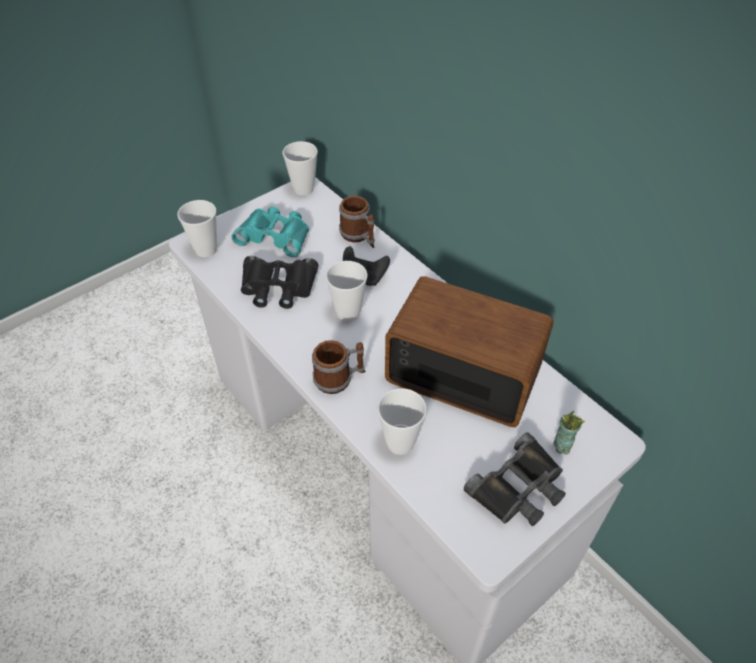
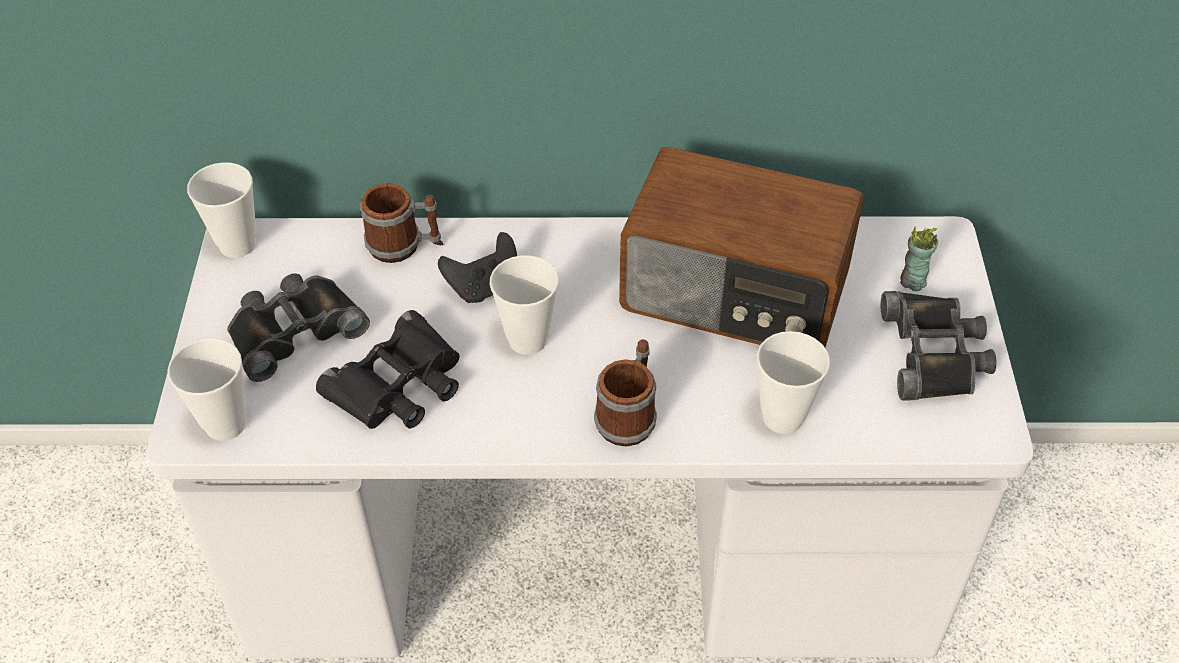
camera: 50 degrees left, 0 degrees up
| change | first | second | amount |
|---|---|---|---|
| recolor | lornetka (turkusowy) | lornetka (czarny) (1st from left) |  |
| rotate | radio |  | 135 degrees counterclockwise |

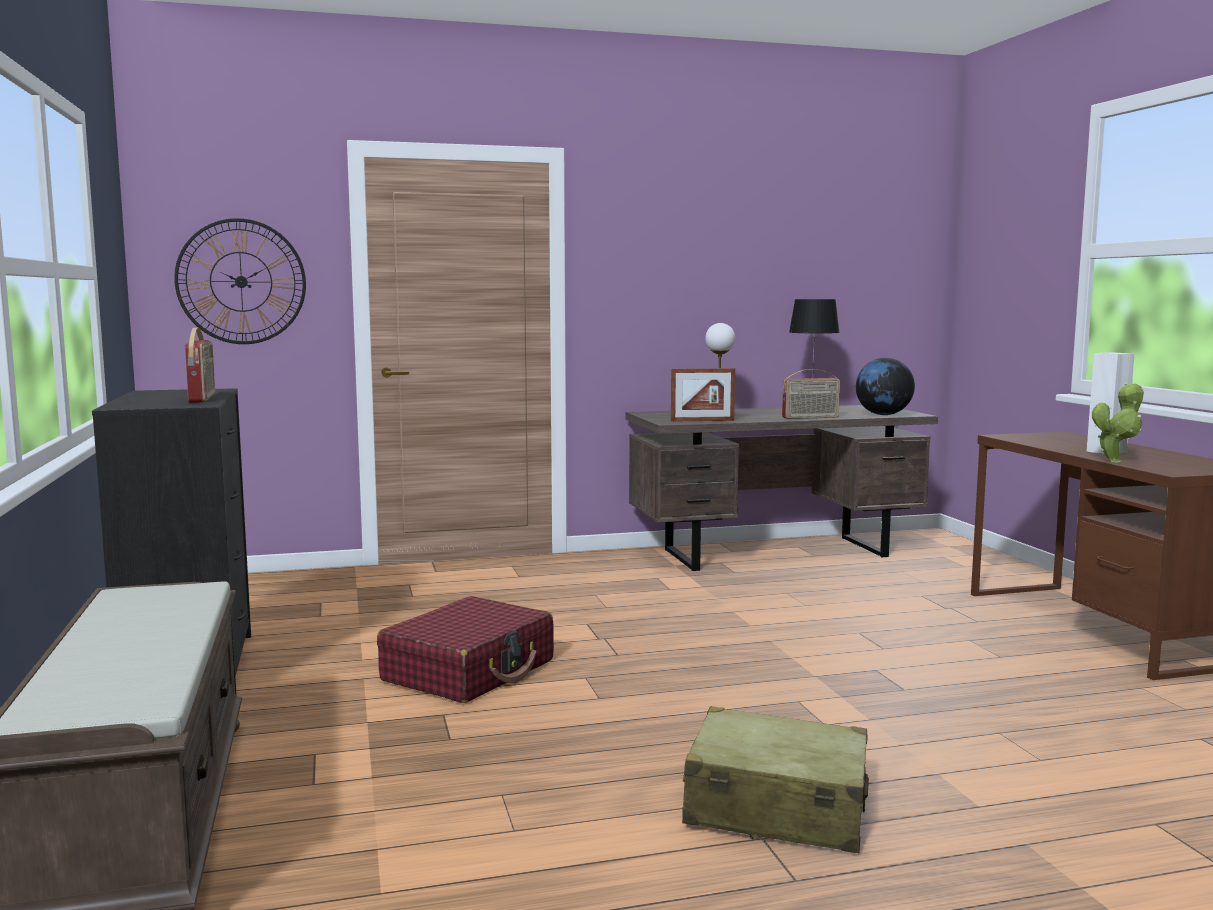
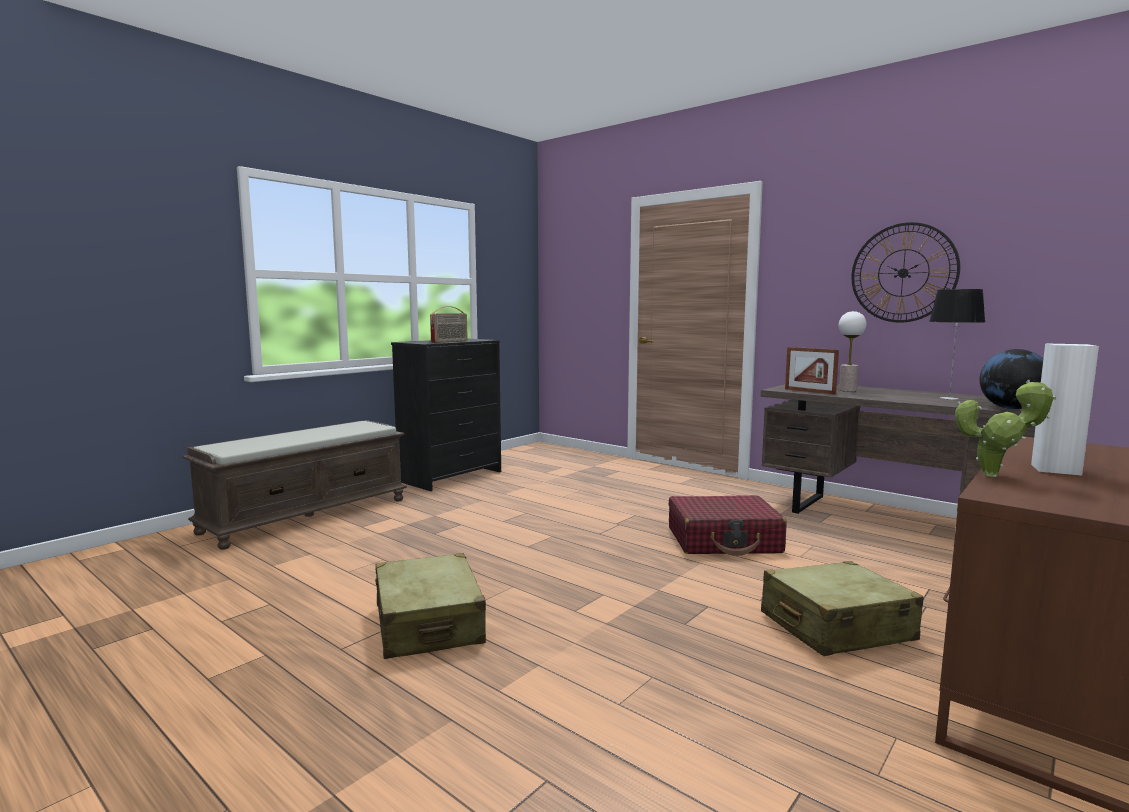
camera: 55 degrees right, 0 degrees up
| change | first | second | amount |
|---|---|---|---|
| move | walizka (czerwony) |  |  |
| insert |  | walizka (beżowy) (2nd from left) |  |
| move | zegar ścienny |  |  |
| delete | radio (2nd from left) |  |  |

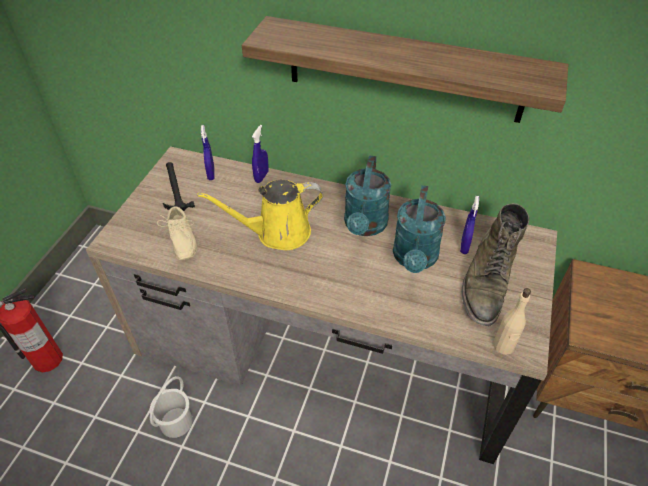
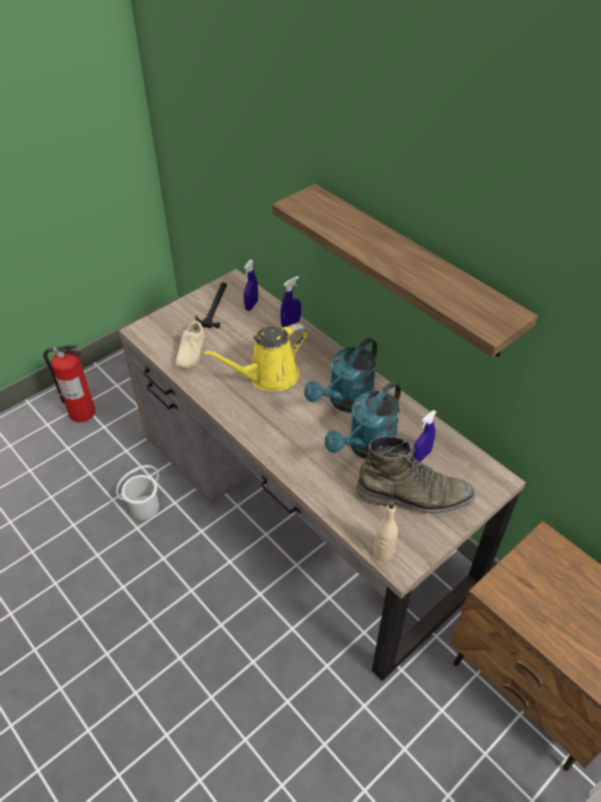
camera: 30 degrees right, 0 degrees up
| change | first | second | amount |
|---|---|---|---|
| rotate | konewka (żółty) |  | 45 degrees counterclockwise |
| rotate | but z cholewką (zielony) |  | 135 degrees counterclockwise |

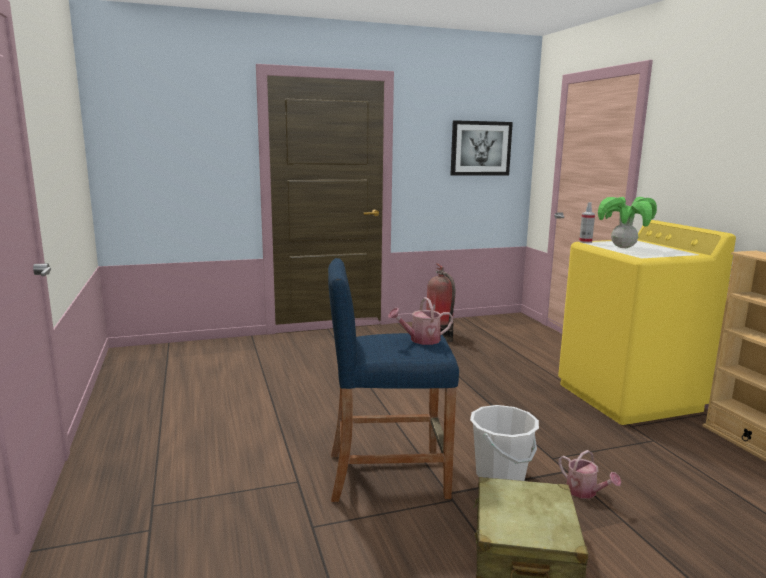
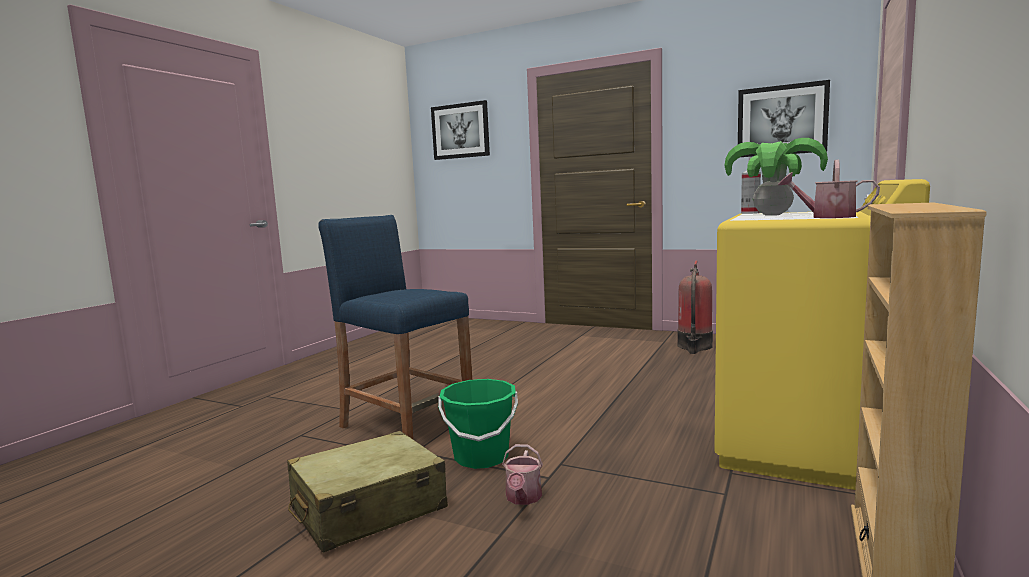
camera: 45 degrees right, 5 degrees down
| change | first | second | amount |
|---|---|---|---|
| insert |  | obraz (1st from left) |  |
| recolor | wiadro (biały) | wiadro (zielony) |  |
| move | konewka (1st from left in the first image) | konewka (2nd from left) |  |

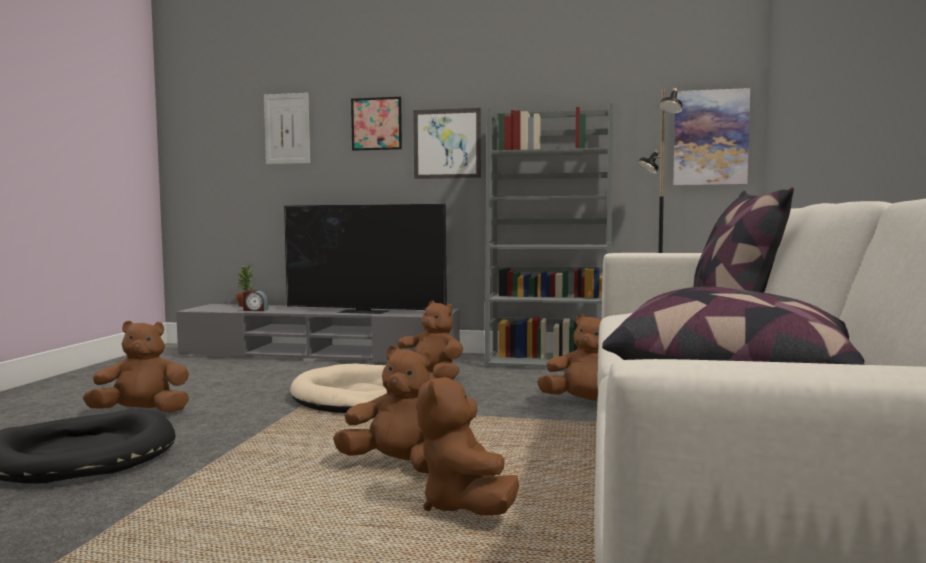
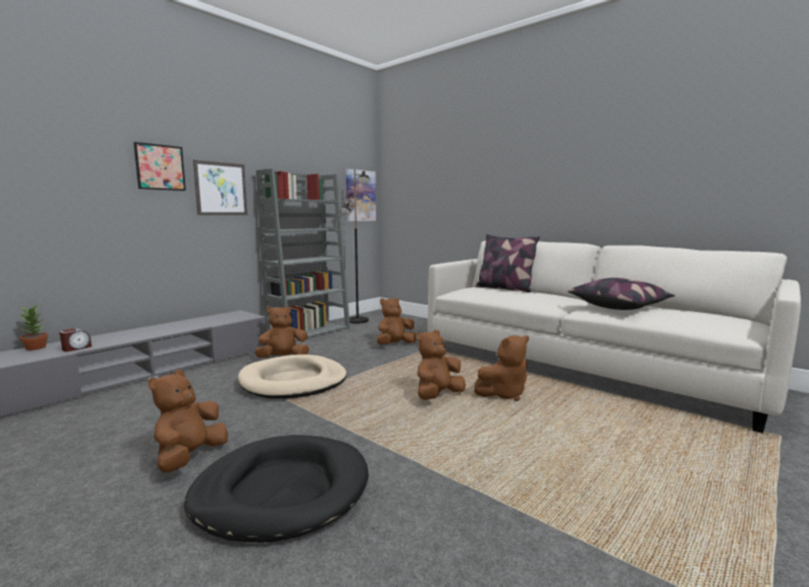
camera: 60 degrees left, 5 degrees up
| change | first | second | amount |
|---|---|---|---|
| rotate | pluszak (brązowy) (4th from left in the first image) | pluszak (brązowy) (5th from left) | 45 degrees counterclockwise |
| delete | obraz (1st from left) |  |  |
| delete | telewizor |  |  |

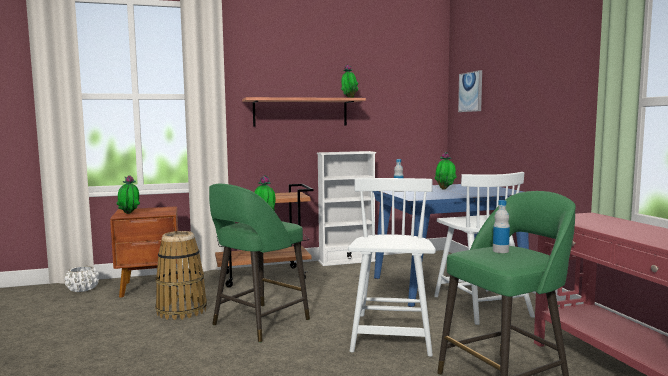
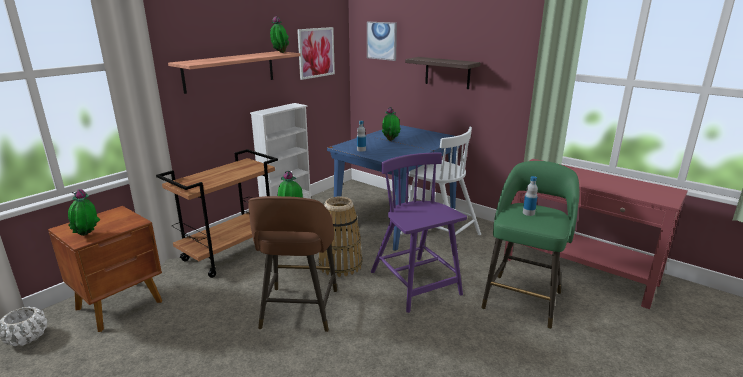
camera: 35 degrees left, 15 degrees up
| change | first | second | amount |
|---|---|---|---|
| recolor | stołek (zielony) (1st from left) | stołek (brązowy) |  |
| insert |  | obraz (1st from left) |  |
| move | koszyk |  |  |
| recolor | krzesło (biały) (1st from left) | krzesło (fioletowy) |  |
| insert |  | półka (2nd from left) |  |

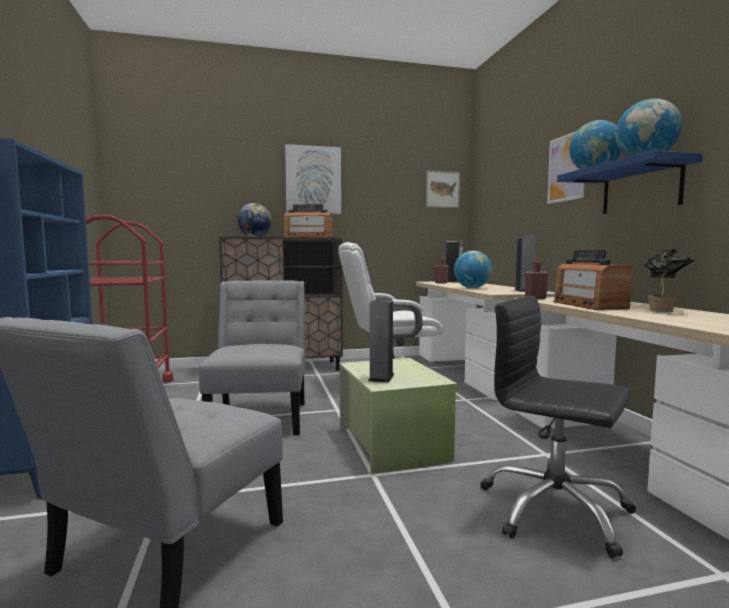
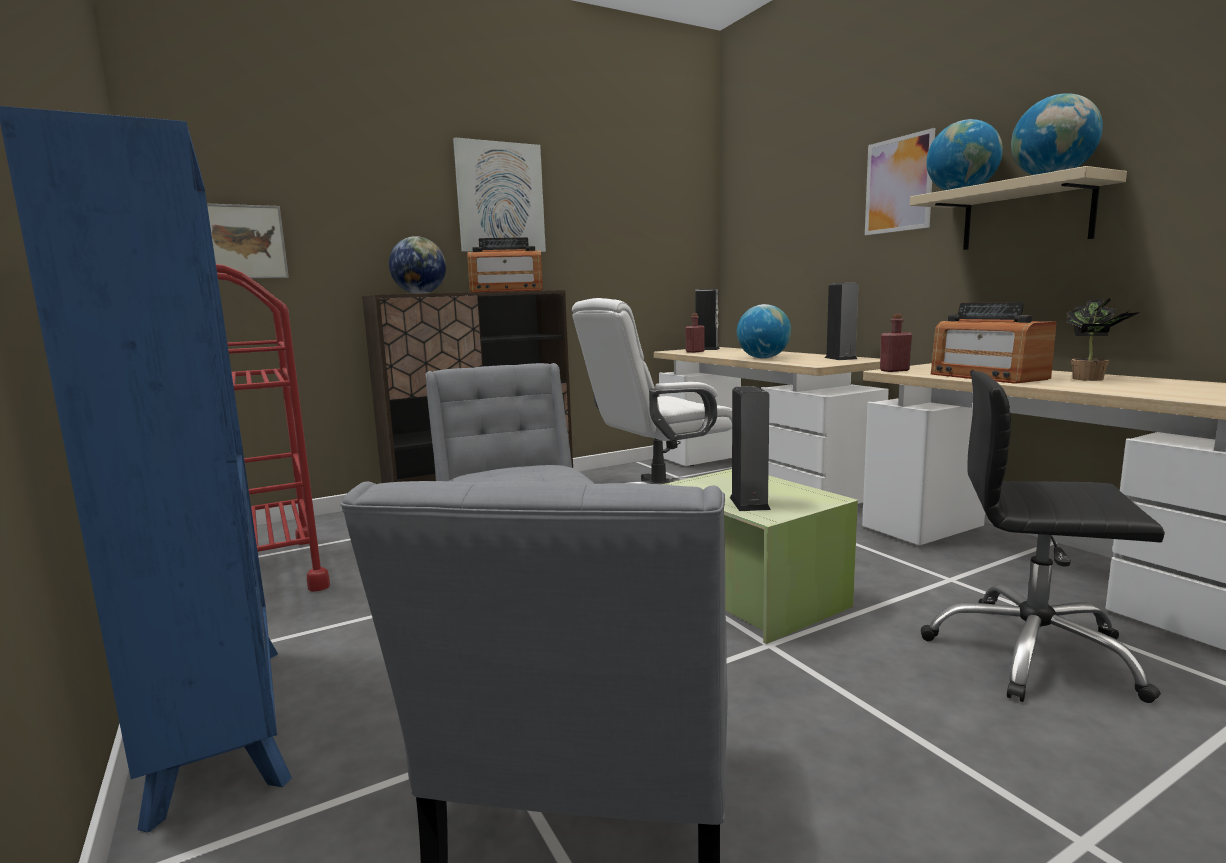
camera: 15 degrees left, 5 degrees up
| change | first | second | amount |
|---|---|---|---|
| move | obraz (2nd from left in the first image) | obraz (1st from left) |  |
| recolor | półka (niebieski) | półka (beżowy) |  |

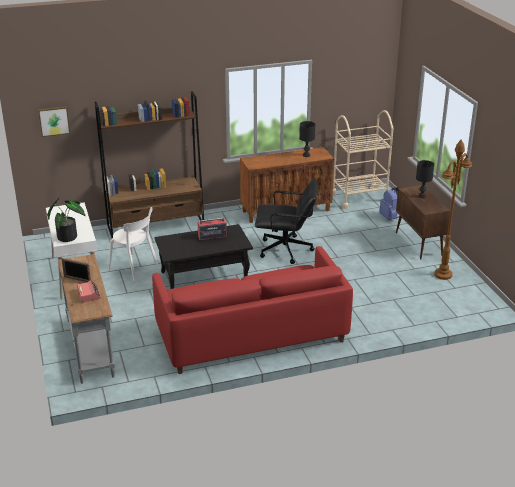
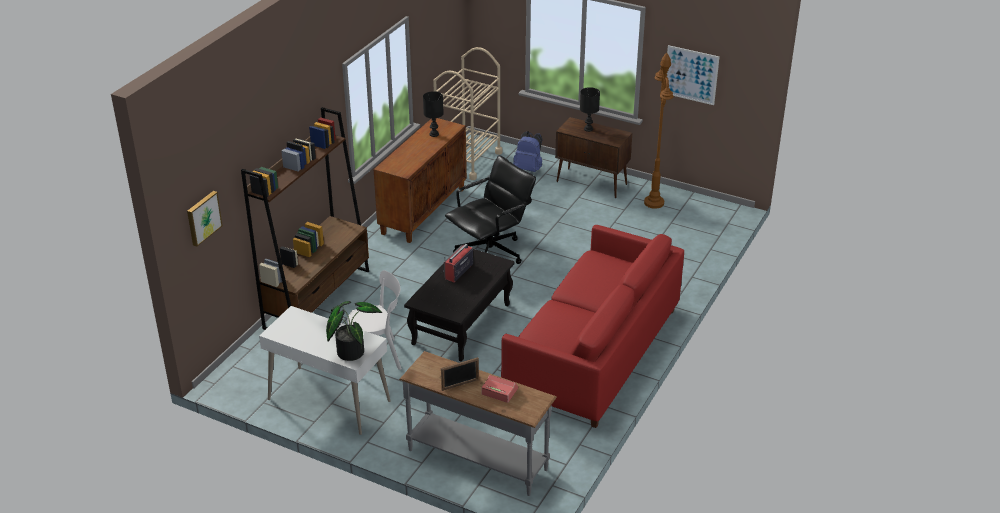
camera: 45 degrees left, 5 degrees up
| change | first | second | amount |
|---|---|---|---|
| insert |  | obraz (2nd from left) |  |

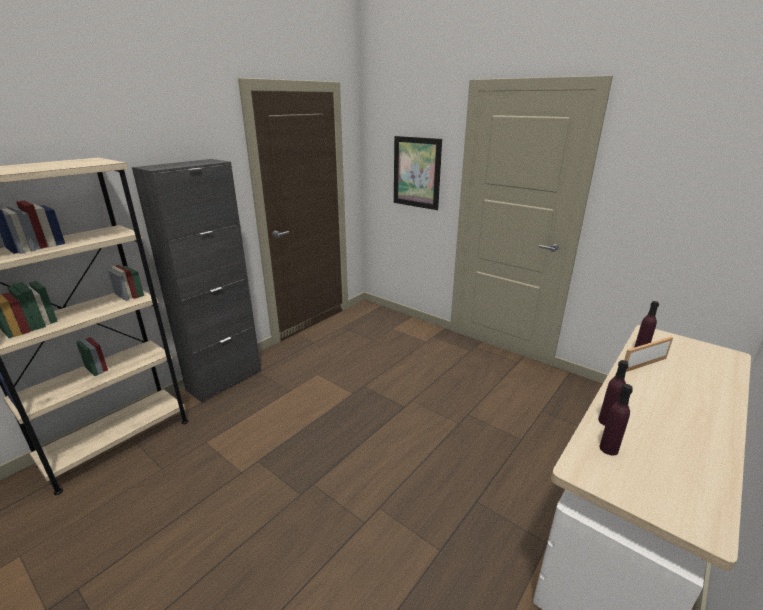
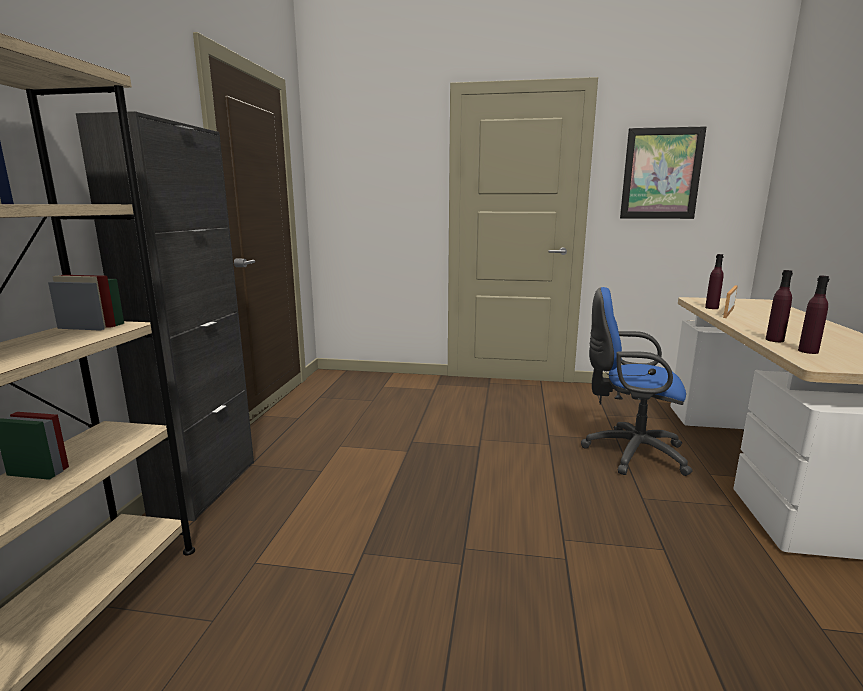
camera: 30 degrees left, 10 degrees down
| change | first | second | amount |
|---|---|---|---|
| insert |  | krzesło biurowe (niebieski) |  |
| move | obraz |  |  |

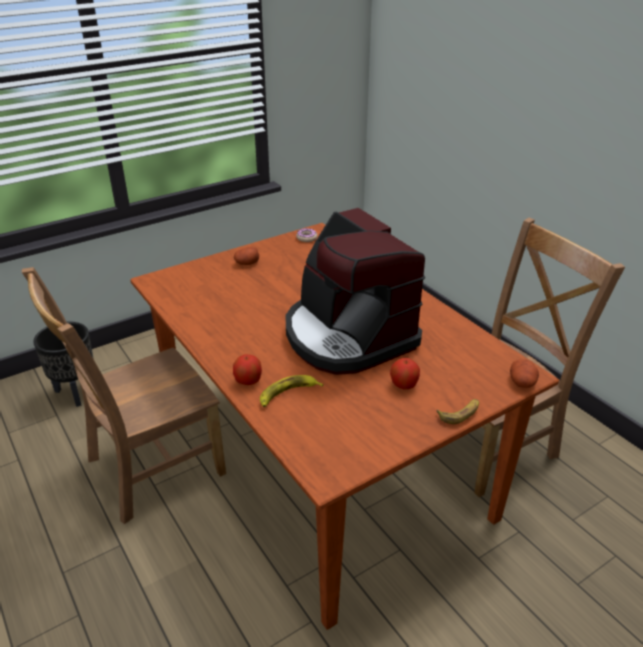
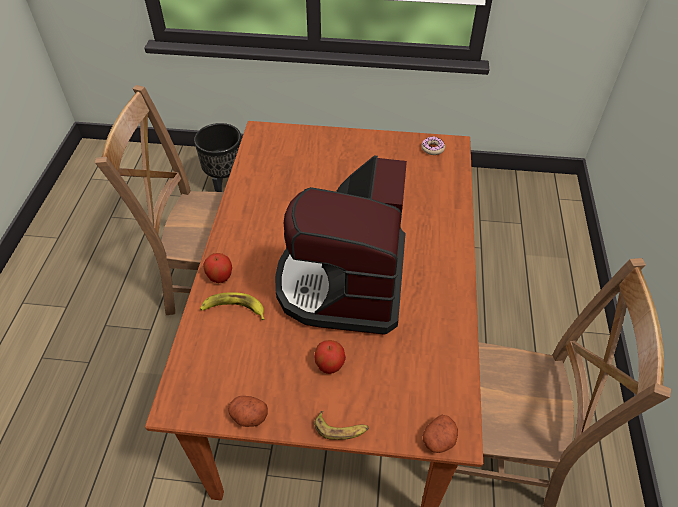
camera: 40 degrees right, 15 degrees up
| change | first | second | amount |
|---|---|---|---|
| move | ziemniak (1st from left) |  |  |

